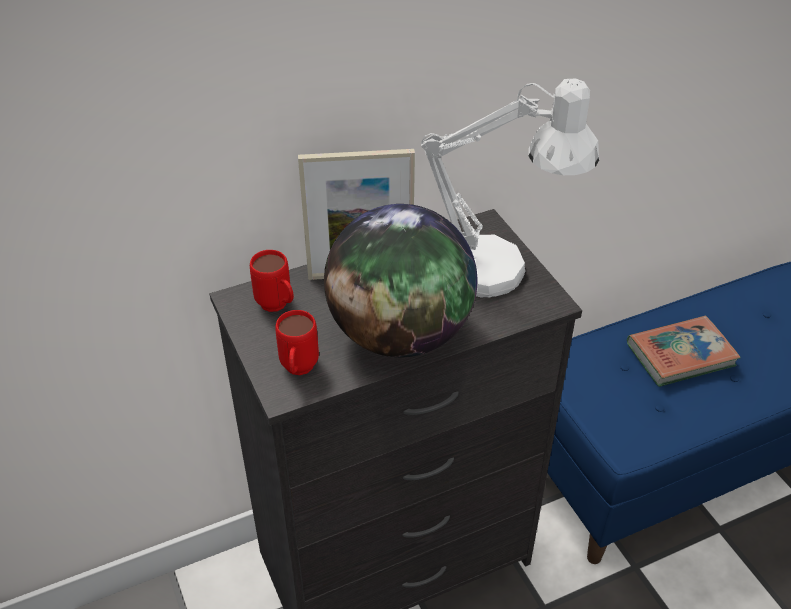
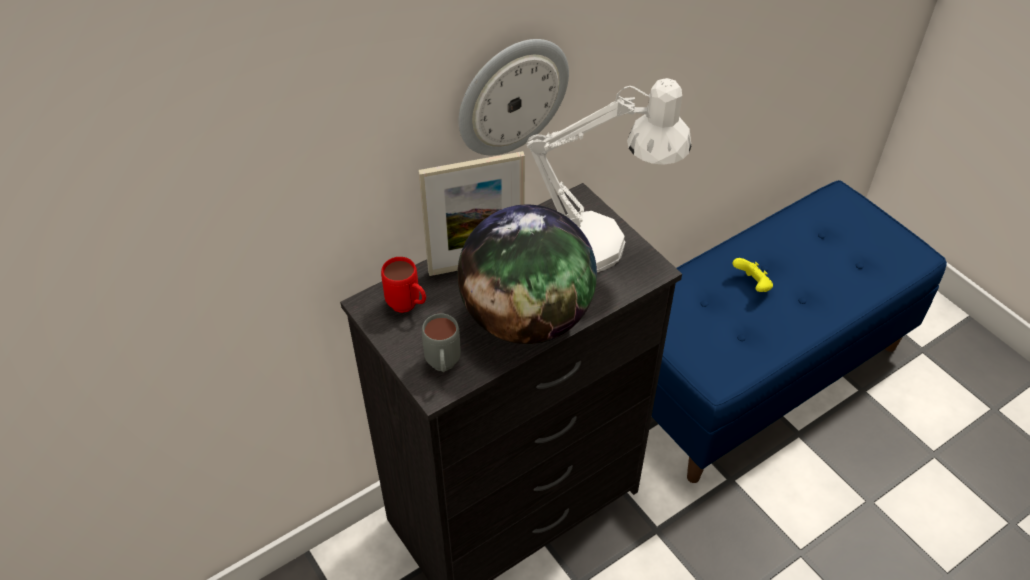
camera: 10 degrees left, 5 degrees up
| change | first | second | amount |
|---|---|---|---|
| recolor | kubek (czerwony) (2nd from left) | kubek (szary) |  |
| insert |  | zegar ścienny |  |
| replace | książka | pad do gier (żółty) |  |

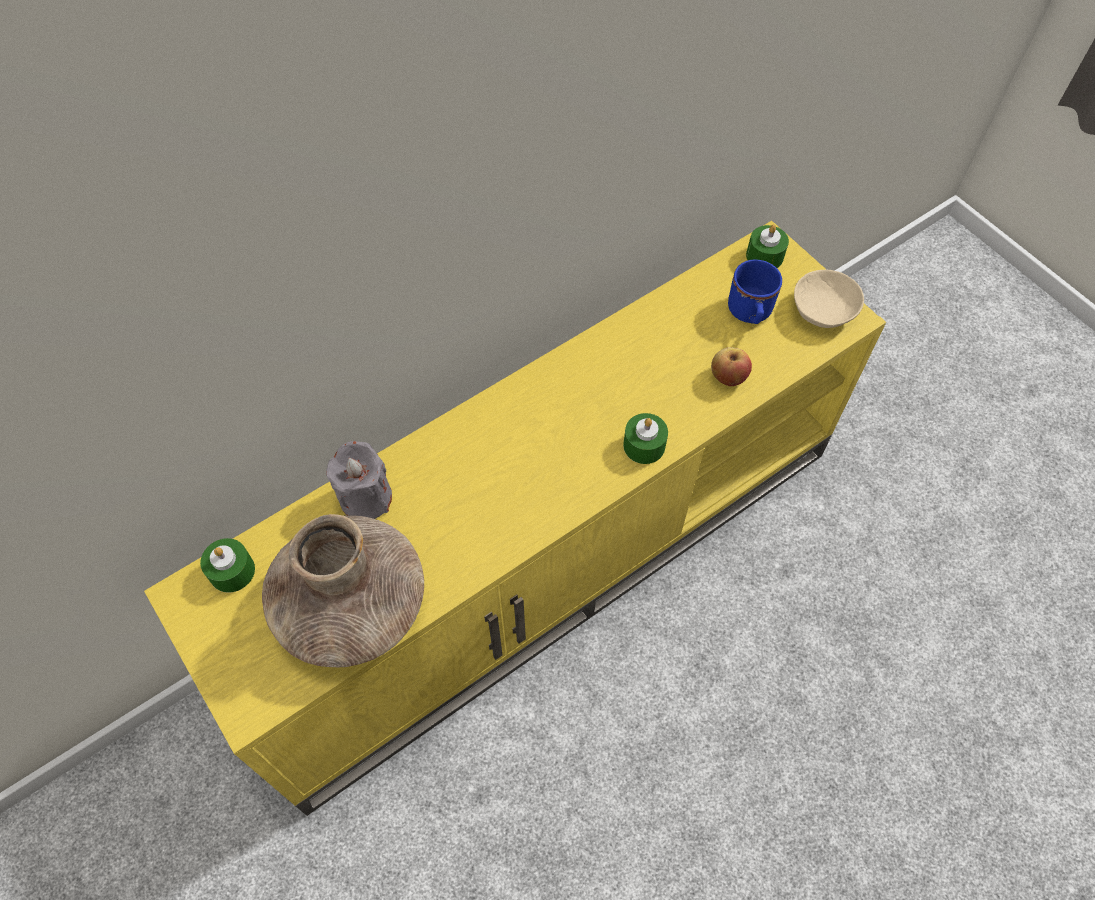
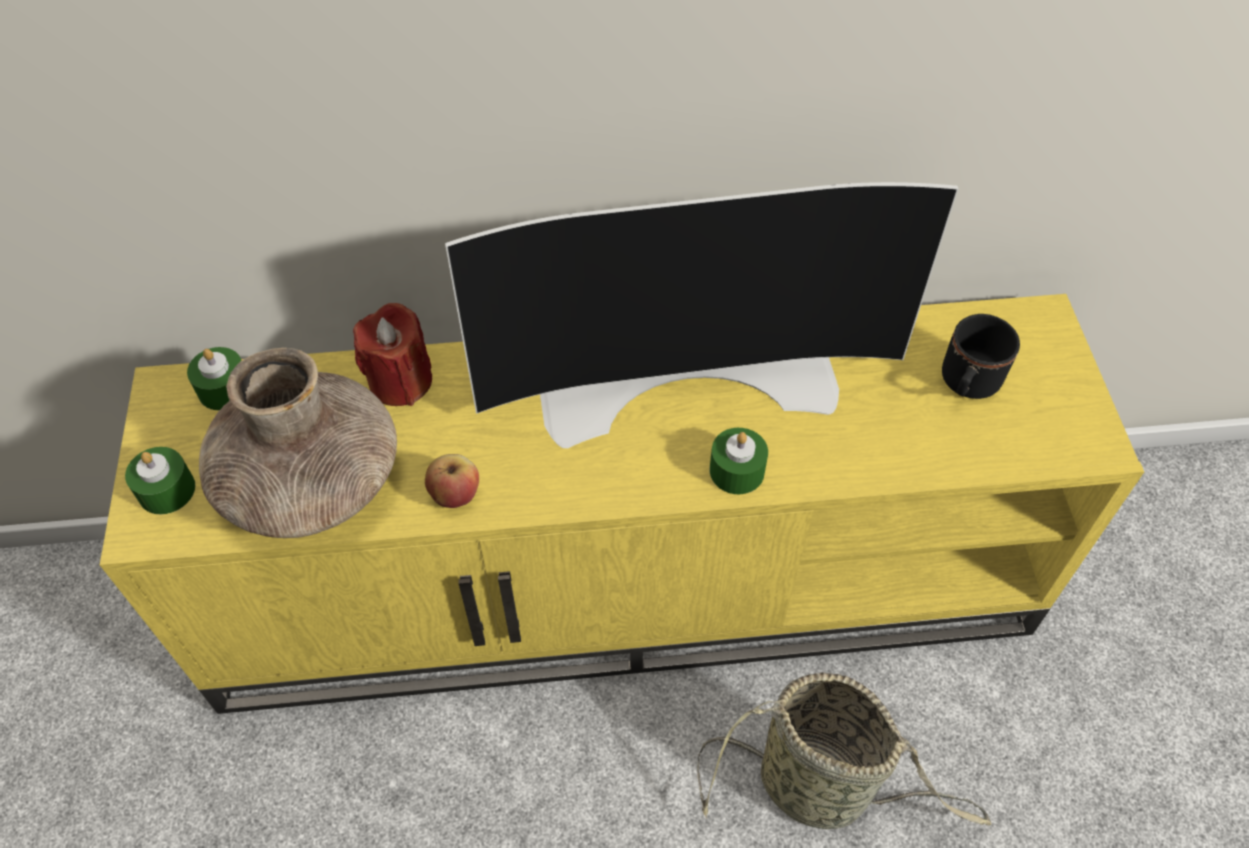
camera: 30 degrees right, 5 degrees down
| change | first | second | amount |
|---|---|---|---|
| move | świeca (zielony) (3rd from left in the first image) | świeca (zielony) (1st from left) |  |
| recolor | świeca (szary) | świeca (czerwony) |  |
| move | jabłko |  |  |
| insert |  | telewizor |  |
| insert |  | koszyk |  |
| recolor | kubek (niebieski) | kubek (czarny) |  |
| delete | miska (beżowy) |  |  |

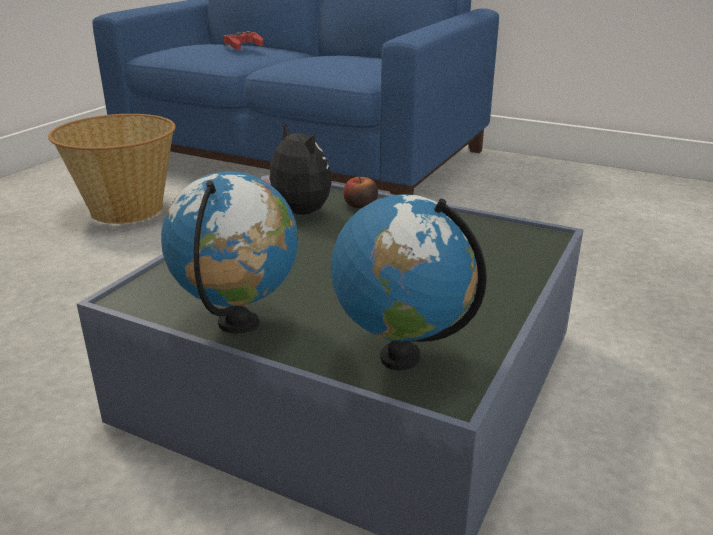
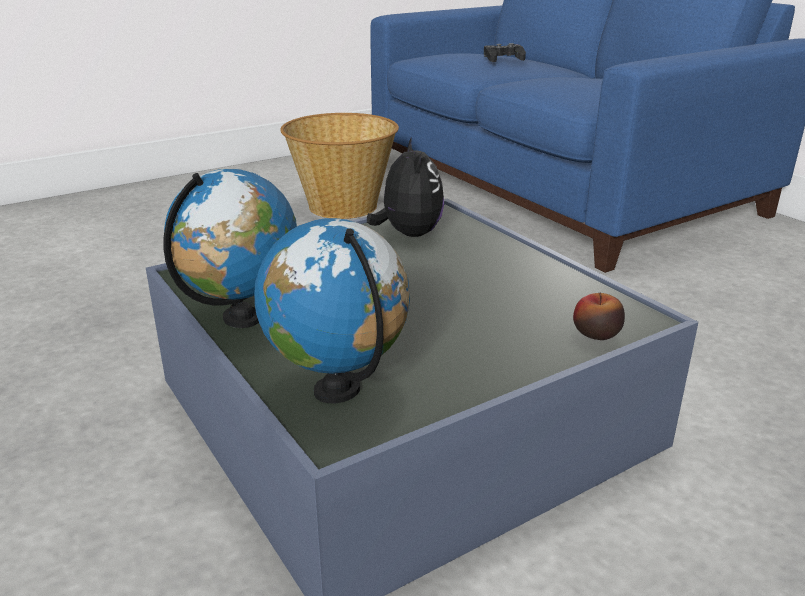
camera: 30 degrees right, 0 degrees up
| change | first | second | amount |
|---|---|---|---|
| recolor | pad do gier (czerwony) | pad do gier (czarny) |  |
| move | jabłko |  |  |

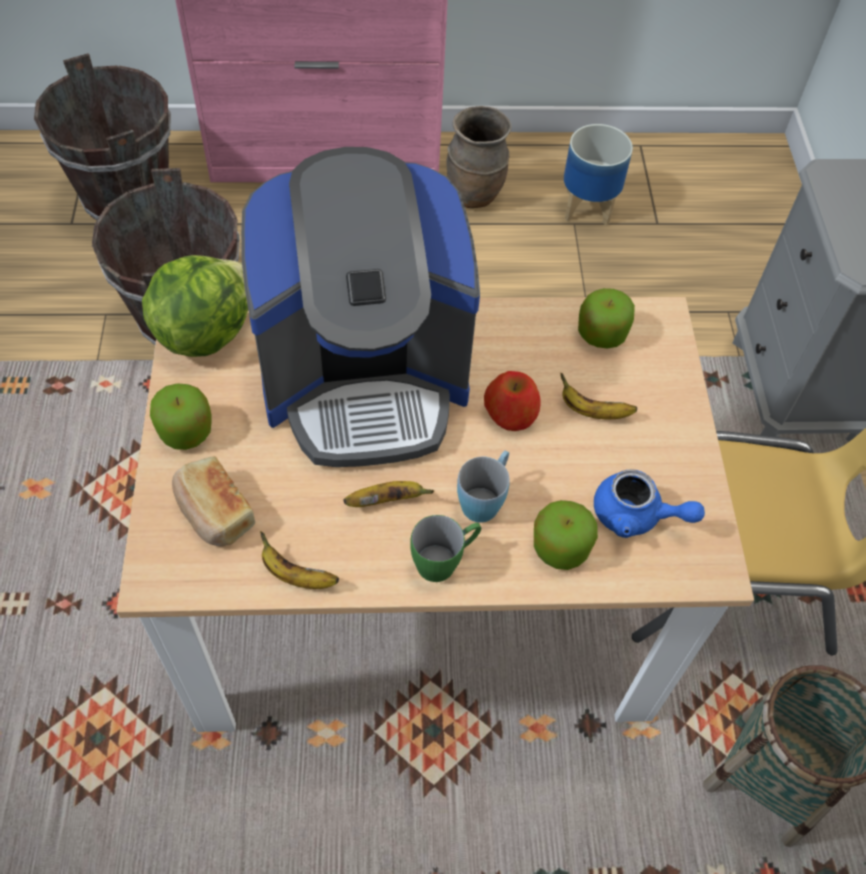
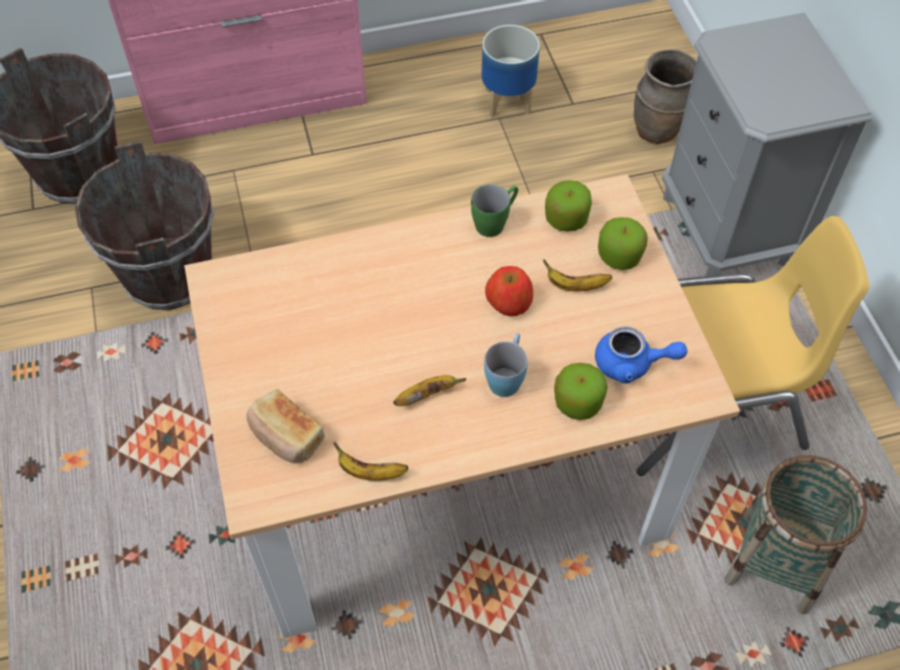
camera: 10 degrees left, 0 degrees up
| change | first | second | amount |
|---|---|---|---|
| move | kubek (zielony) |  |  |
| move | jabłko (1st from left in the first image) | jabłko (4th from left) |  |
| move | wazon (brązowy) |  |  |
| delete | sałata |  |  |
| delete | ekspres do kawy |  |  |

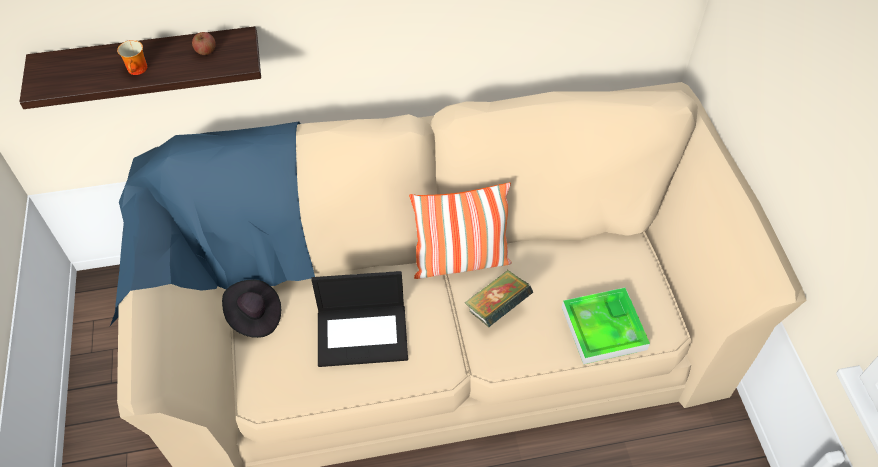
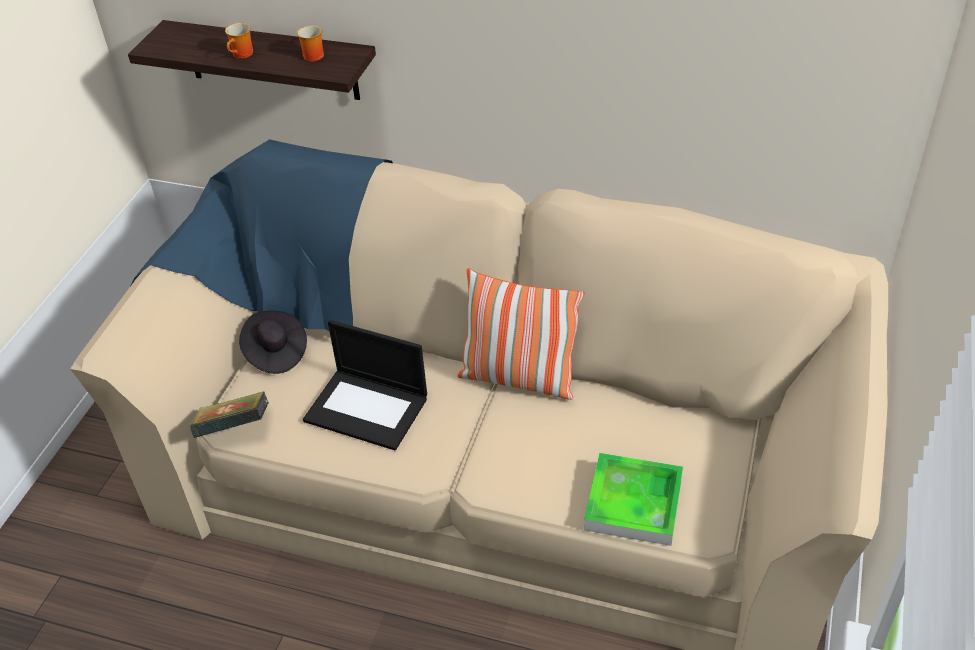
camera: 30 degrees right, 10 degrees down
| change | first | second | amount |
|---|---|---|---|
| move | książka |  |  |
| replace | jabłko | kubek (2nd from left) |  |

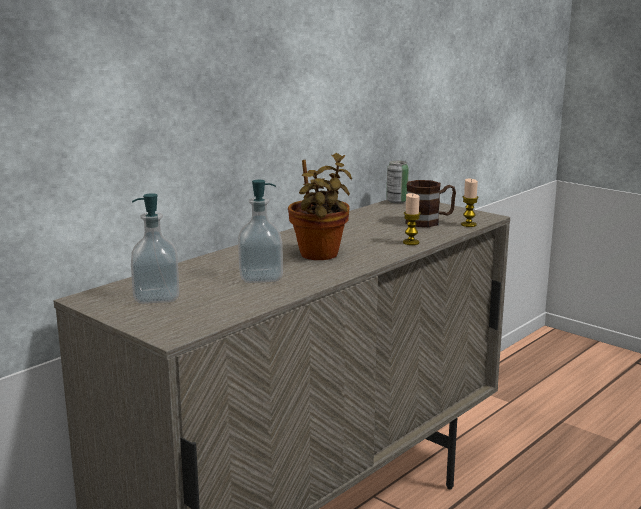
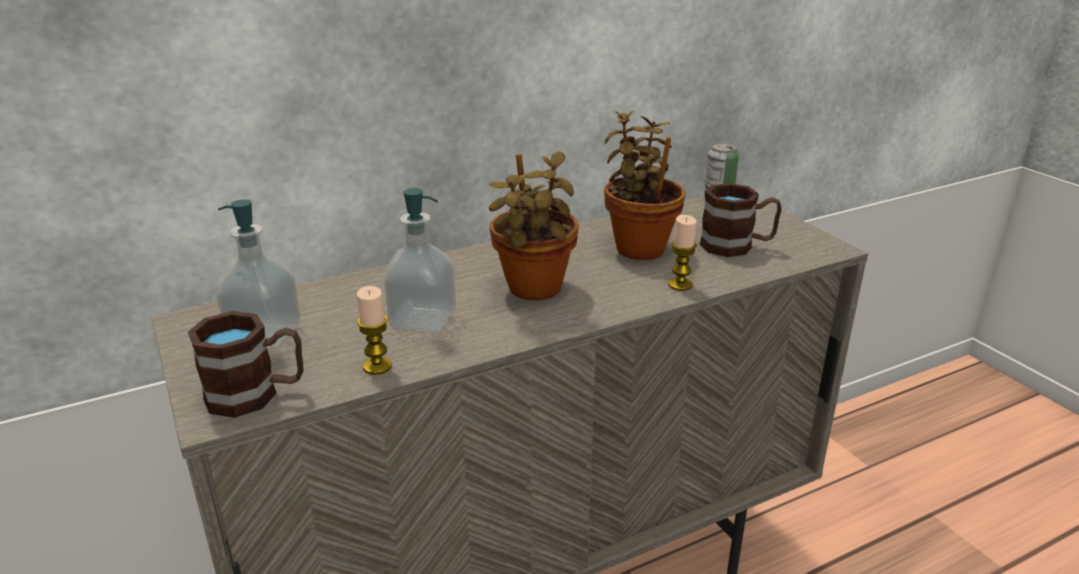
camera: 20 degrees right, 10 degrees up
| change | first | second | amount |
|---|---|---|---|
| insert |  | kubek (brązowy) (1st from left) |  |
| move | świeca (2nd from left in the first image) | świeca (1st from left) |  |
| insert |  | roślina doniczkowa (2nd from left) |  |

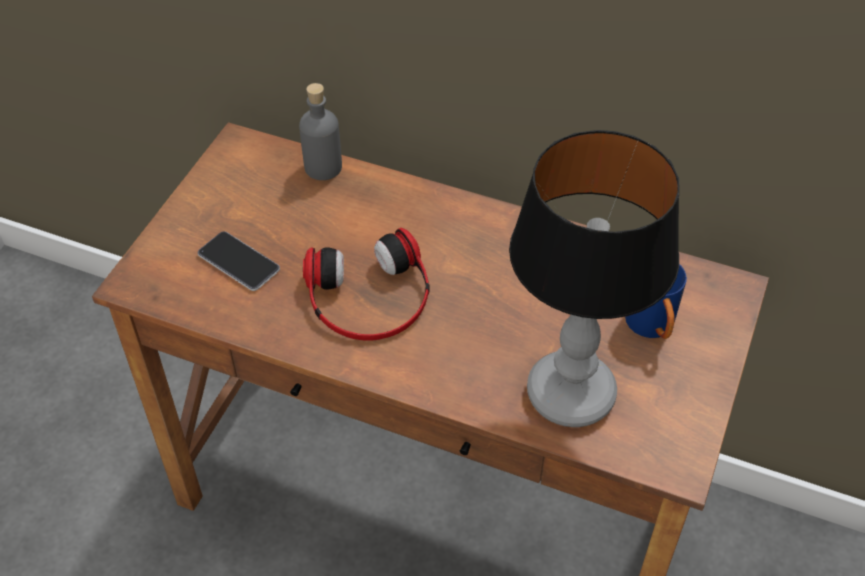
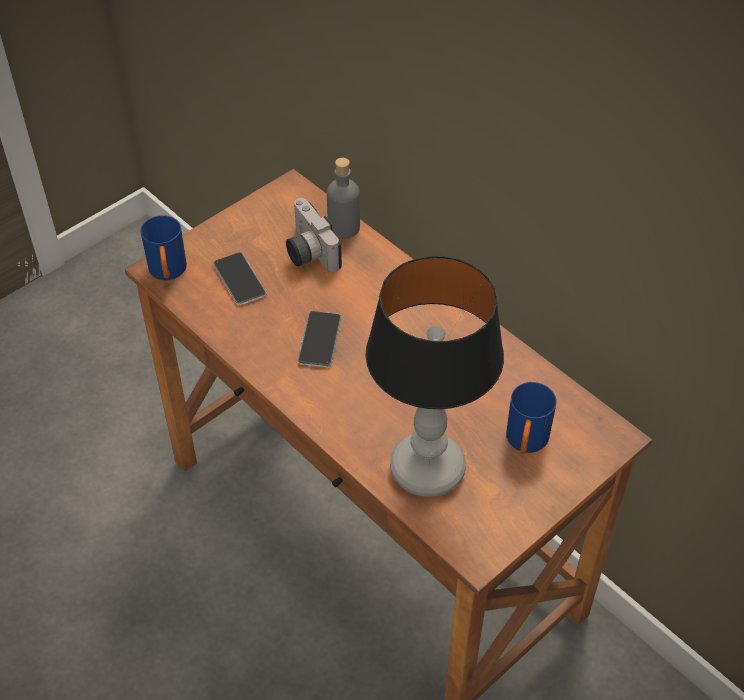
camera: 25 degrees right, 0 degrees up
| change | first | second | amount |
|---|---|---|---|
| insert |  | kubek (niebieski) (1st from left) |  |
| insert |  | aparat fotograficzny |  |
| replace | słuchawki | telefon (2nd from left) |  |

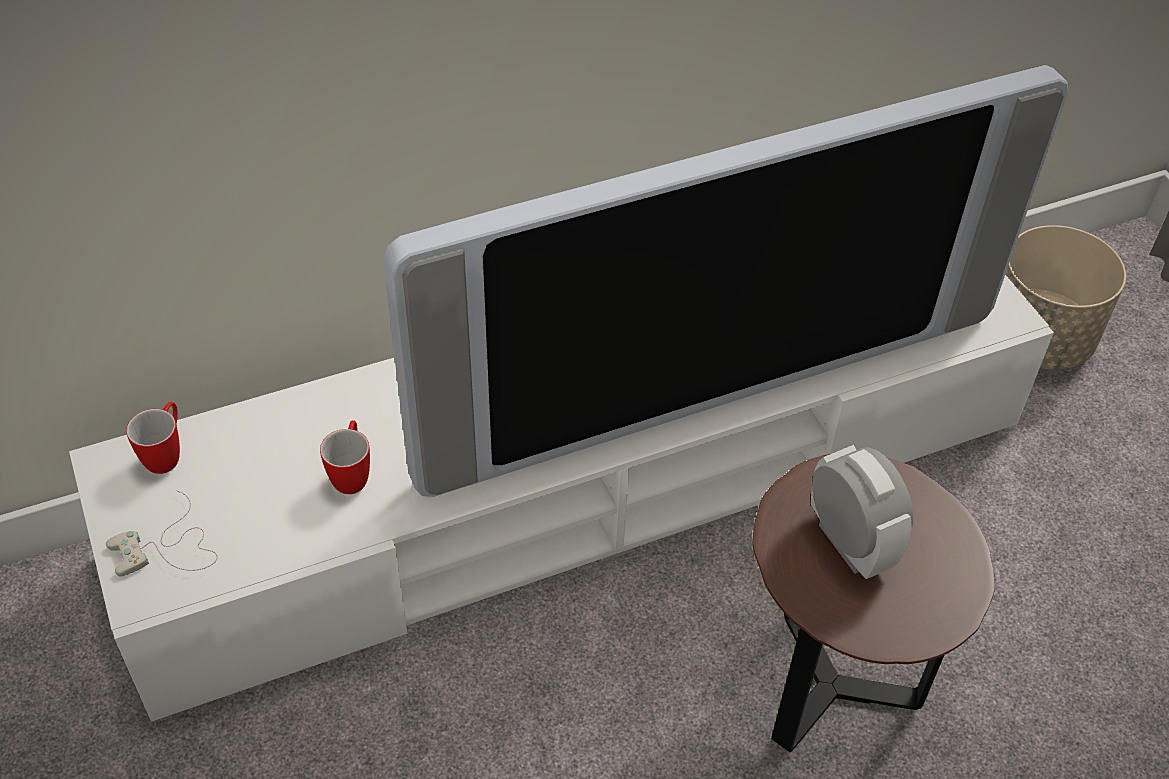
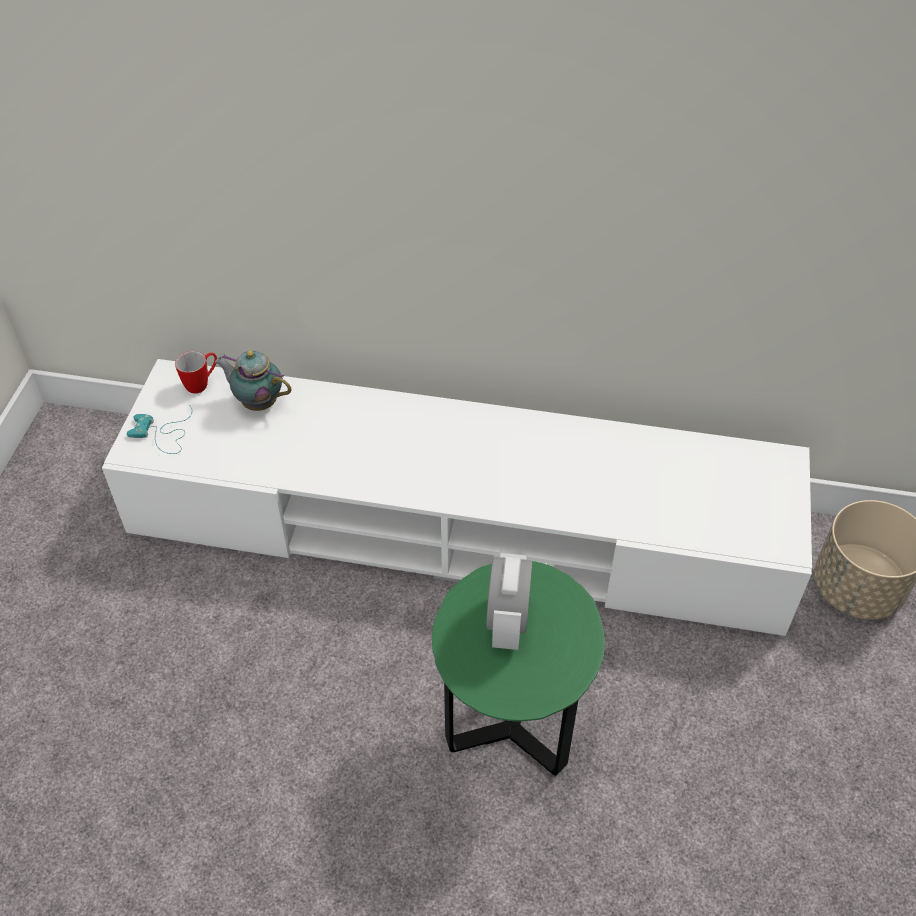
camera: 35 degrees right, 0 degrees up
| change | first | second | amount |
|---|---|---|---|
| recolor | pad do gier (biały) | pad do gier (turkusowy) |  |
| insert |  | imbryk |  |
| recolor | stolik (brązowy) | stolik (zielony) |  |
| delete | kubek (2nd from left) |  |  |
| delete | telewizor |  |  |

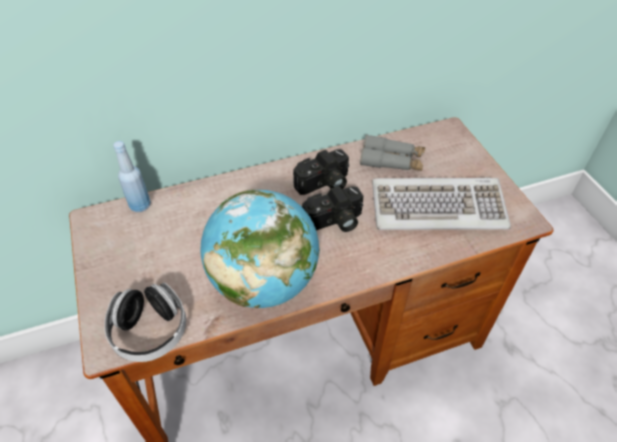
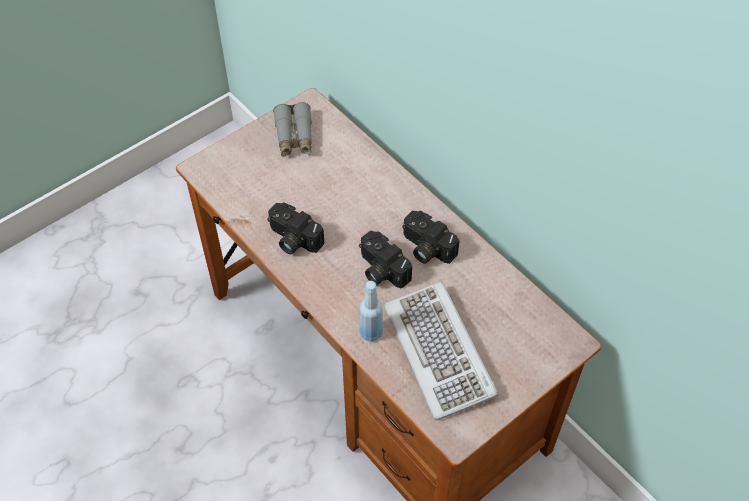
camera: 70 degrees right, 5 degrees up
| change | first | second | amount |
|---|---|---|---|
| replace | globus | aparat fotograficzny (1st from left) |  |
| move | lornetka (szary) |  |  |
| move | butelka (niebieski) |  |  |
| delete | słuchawki |  |  |

